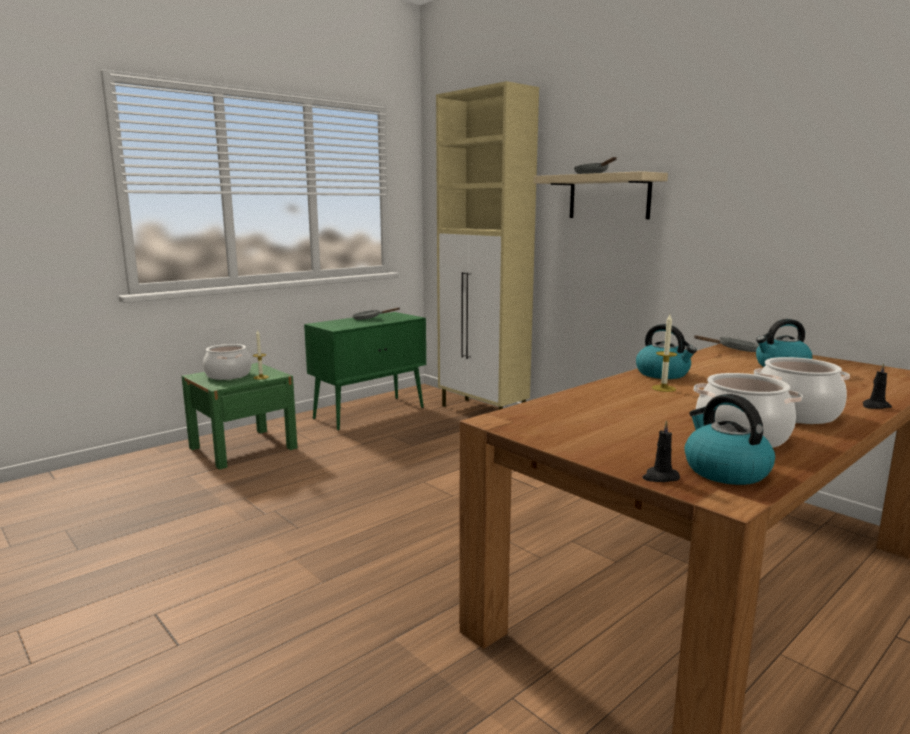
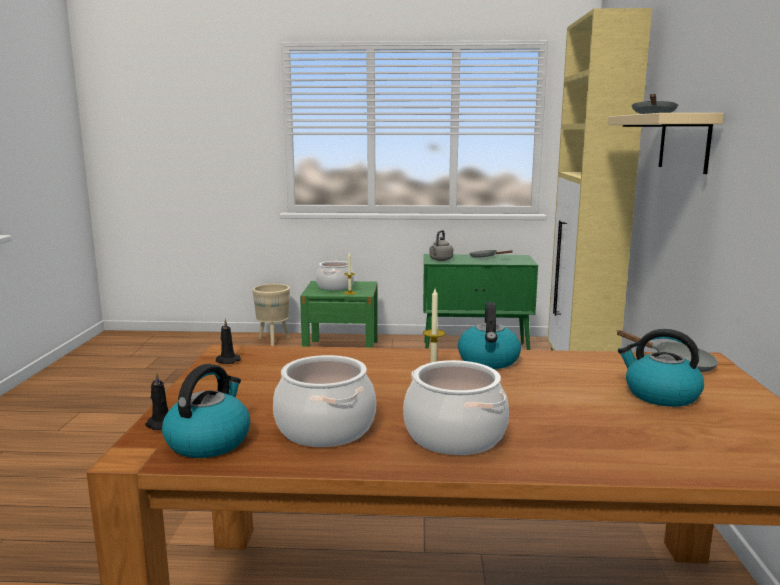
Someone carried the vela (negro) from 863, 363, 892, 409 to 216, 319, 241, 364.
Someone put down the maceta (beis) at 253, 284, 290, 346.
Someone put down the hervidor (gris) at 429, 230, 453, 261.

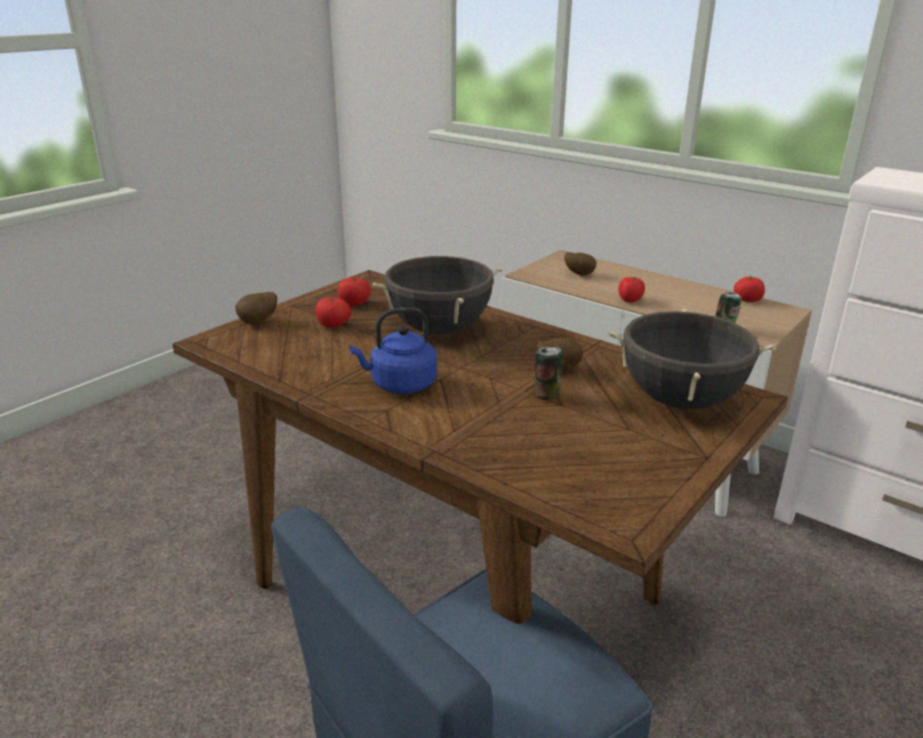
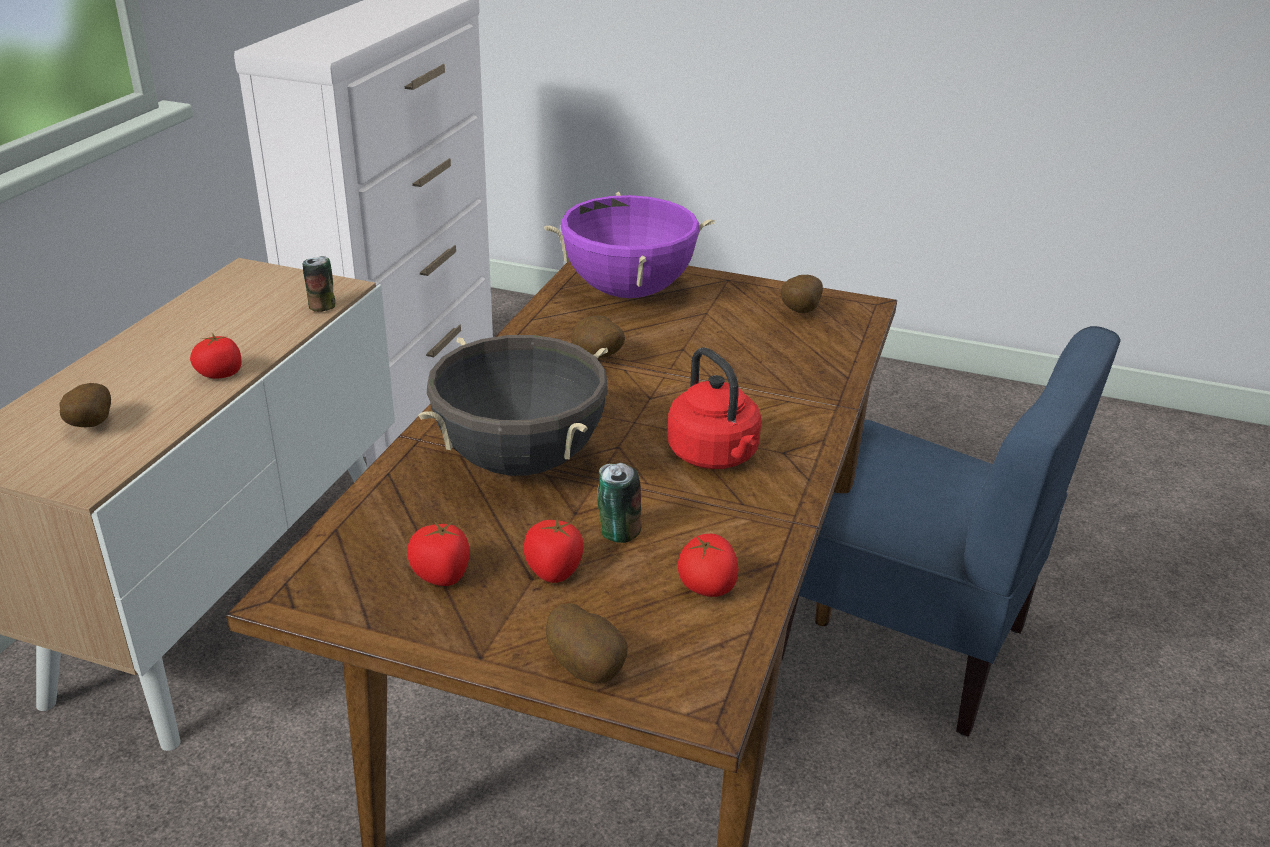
Someone repainted the hervidor (azul) at 349, 307, 437, 394, which became the hervidor (rojo) at 667, 347, 762, 469.
Someone carried the lata from 534, 347, 563, 400 to 597, 463, 642, 543.
Someone repainted the olla (negro) at 607, 308, 776, 410, which became the olla (morado) at 544, 192, 715, 298.
Someone carried the tomate from 734, 276, 765, 302 to 678, 534, 738, 597.
Someone put down the patata at 780, 275, 823, 313.

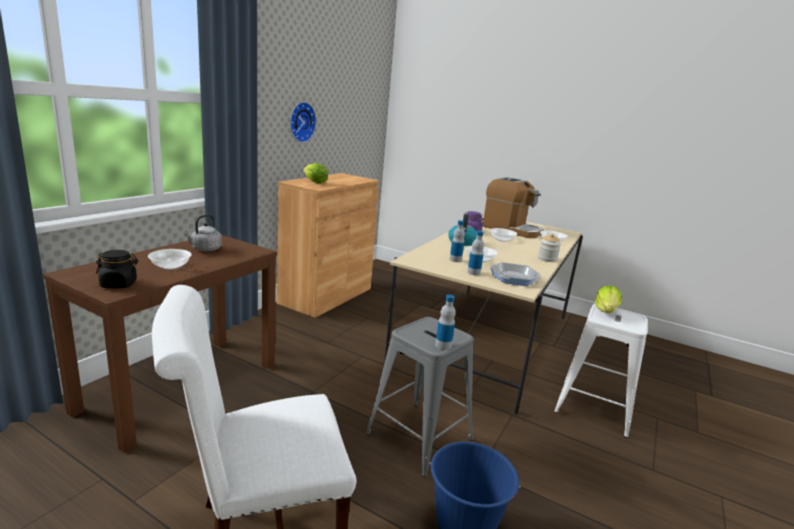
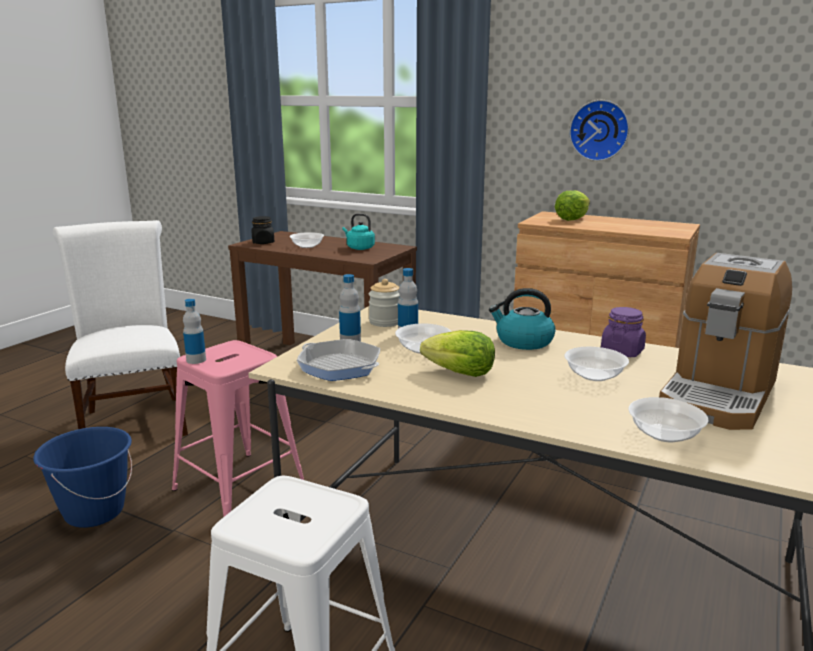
Someone repainted the hervidor (gris) at 185, 214, 222, 251, which became the hervidor (turquesa) at 342, 213, 375, 250.
Someone repainted the taburete (gris) at 366, 317, 474, 477, which became the taburete (rosa) at 172, 340, 304, 517.
Someone carried the tarro from 538, 234, 561, 262 to 369, 279, 400, 327.
Someone carried the lechuga from 595, 285, 622, 313 to 420, 330, 495, 377.

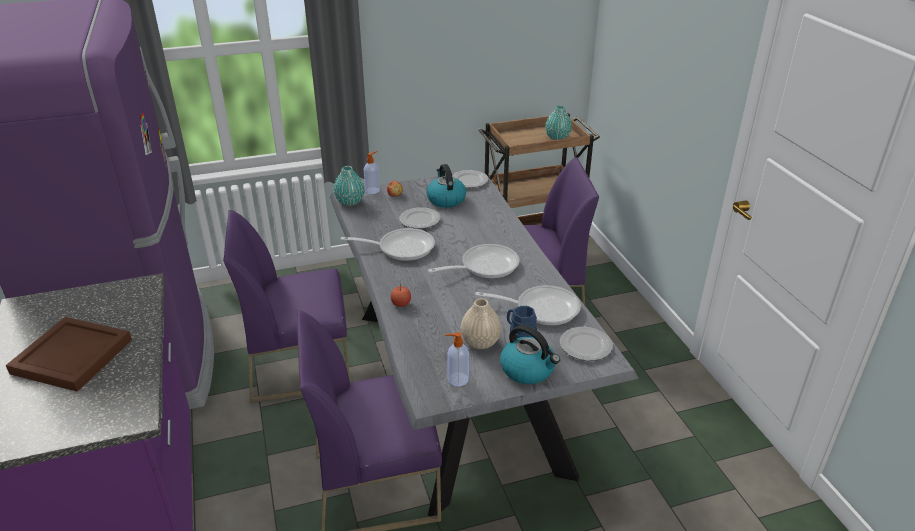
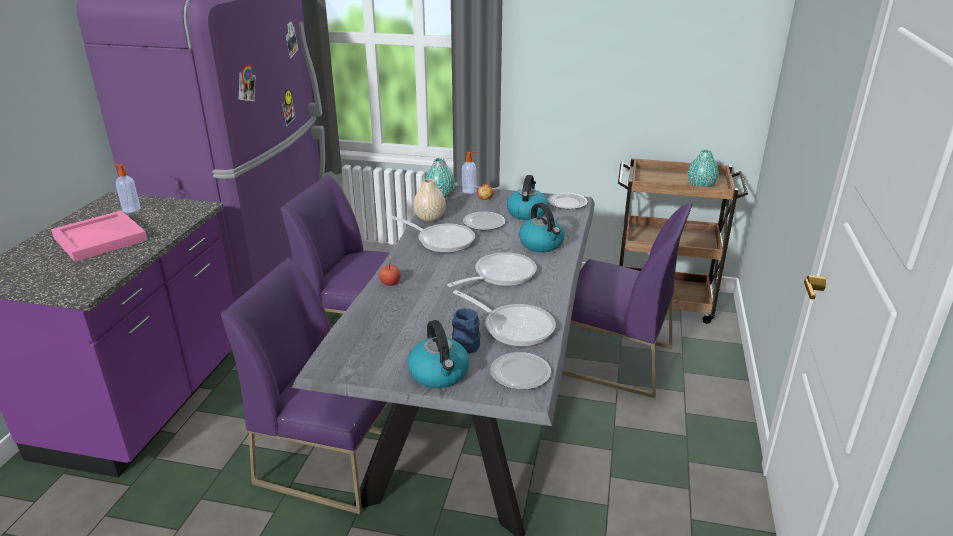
Someone repainted the bandeja (marrón) at 6, 317, 132, 392, which became the bandeja (rosa) at 51, 211, 148, 262.
Someone rotated the sartén at 428, 244, 520, 279 by 45 degrees counterclockwise.
Someone carried the dispensador de jabón from 445, 332, 469, 387 to 113, 163, 141, 213.
Someone carried the florero (beis) from 461, 298, 501, 349 to 413, 179, 446, 222.
Someone put down the hervidor at 519, 203, 565, 252.

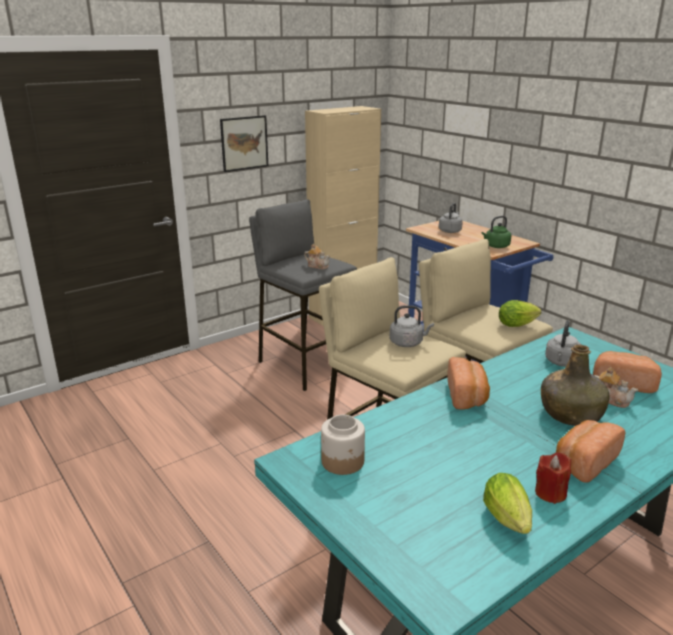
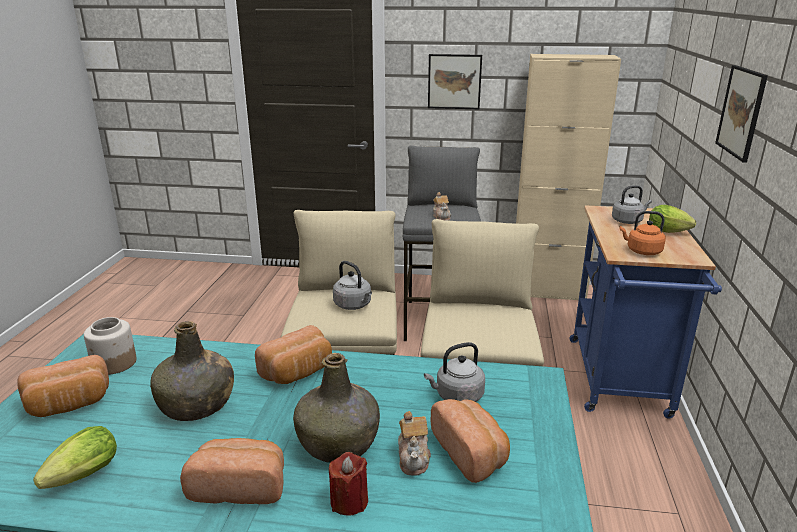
Someone repainted the hervidor (verde) at 482, 216, 511, 248, which became the hervidor (naranja) at 619, 211, 666, 255.
Someone carried the lechuga from 499, 300, 541, 327 to 649, 205, 696, 233.
Someone carried the vela (rojo) from 535, 452, 571, 504 to 329, 452, 368, 516.
Someone put down the pan at 17, 355, 109, 417.
Someone put down the botella (verde) at 150, 321, 234, 421.
Someone put up the cuadro at 715, 65, 768, 163.

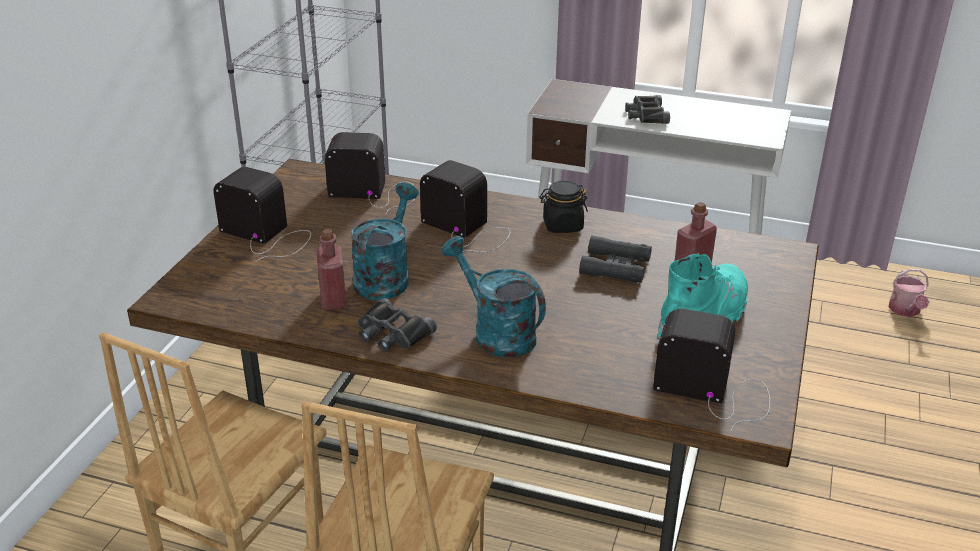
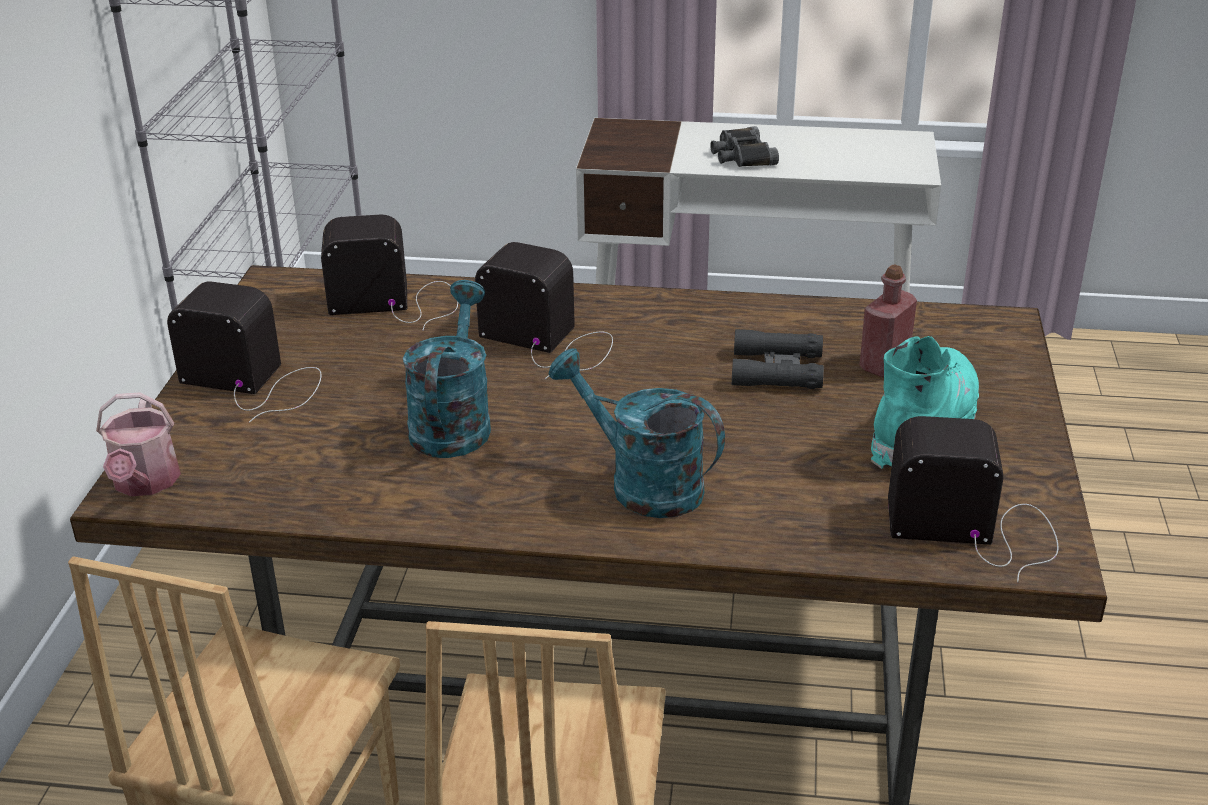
Someone took away the botella (rojo) at 316, 229, 346, 310.
Someone took away the prismáticos (negro) at 358, 298, 437, 352.
Someone took away the tarro (negro) at 539, 181, 588, 233.
Someone carried the regadera from 888, 269, 929, 316 to 96, 392, 181, 496.

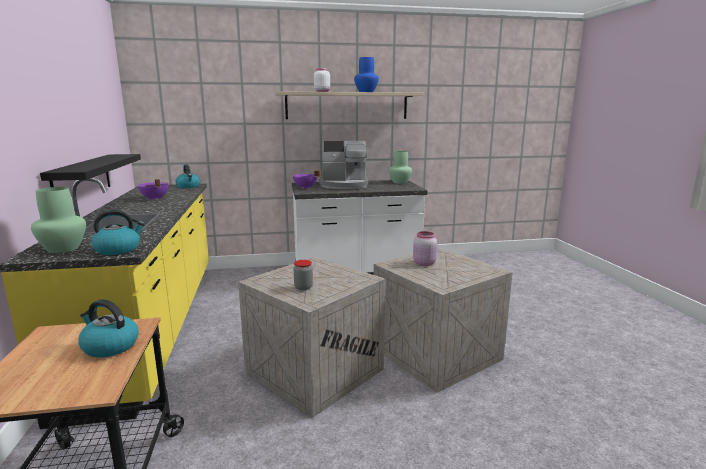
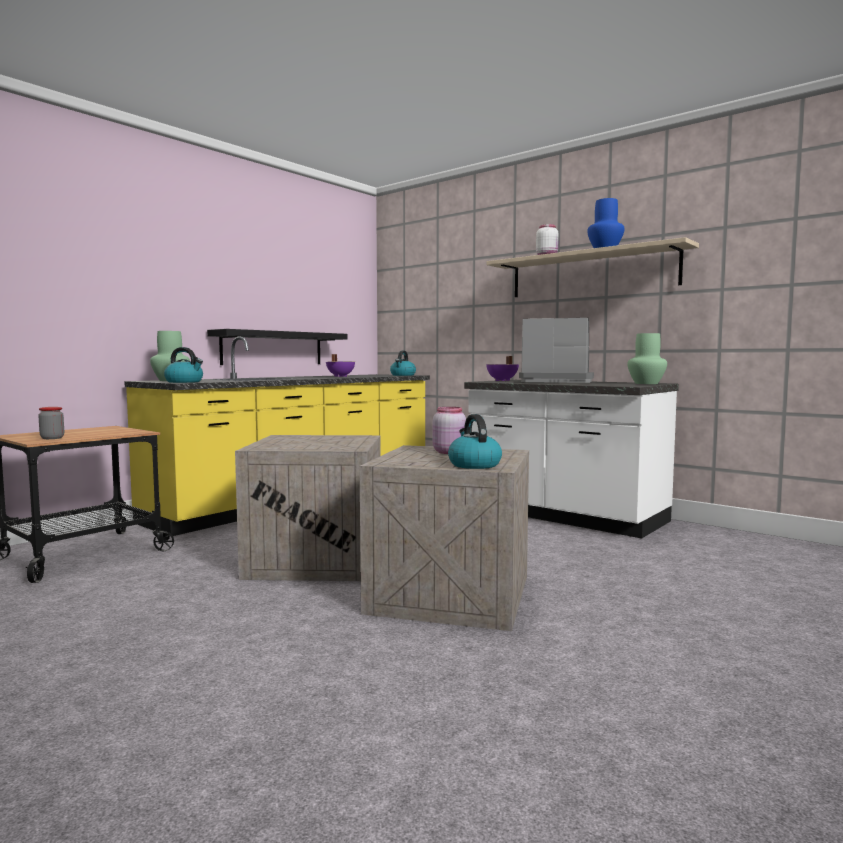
Someone carried the hervidor from 78, 299, 139, 358 to 448, 414, 502, 469.
Someone carried the tarro from 294, 260, 313, 290 to 38, 407, 64, 439.
Someone rotated the cafetera at 319, 141, 368, 189 by 150 degrees clockwise.

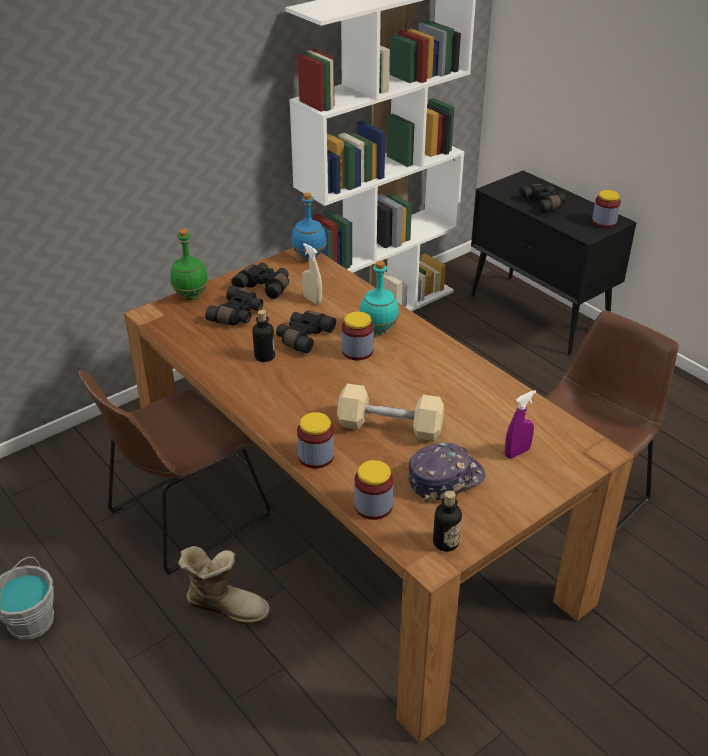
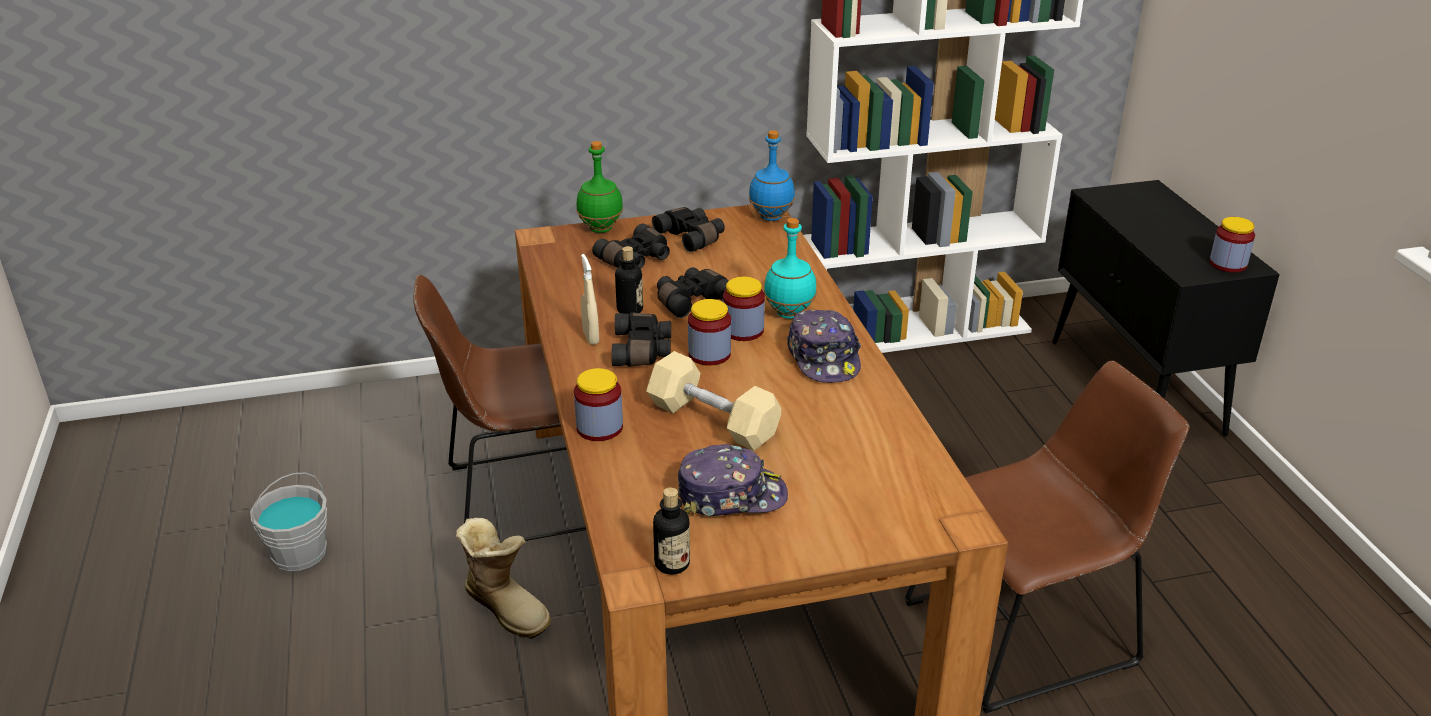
Someone carried the pulverizador (beis) from 302, 243, 322, 304 to 581, 254, 599, 345.
Someone carried the tarro from 354, 460, 394, 520 to 688, 299, 731, 366.
Someone took away the pulverizador (morado) at 505, 390, 536, 458.
Someone carried the prismáticos (negro) from 519, 184, 566, 213 to 612, 312, 671, 367.
Someone put down the gorra at 787, 310, 861, 383.

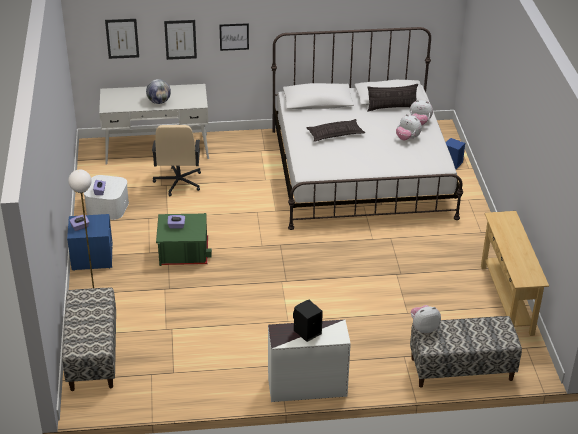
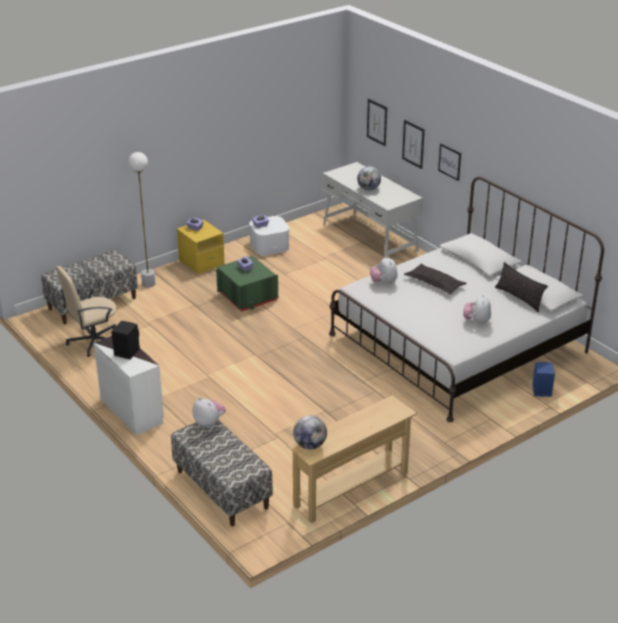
Someone repainted the mesita de noche (azul) at 67, 214, 113, 271, which became the mesita de noche (amarillo) at 177, 220, 225, 274.
Someone carried the silla de oficina (beis) from 152, 125, 201, 197 to 56, 266, 116, 357.
Someone carried the peluche from 410, 100, 433, 125 to 370, 256, 397, 285.
Someone put down the globo terráqueo at 293, 415, 327, 450.

